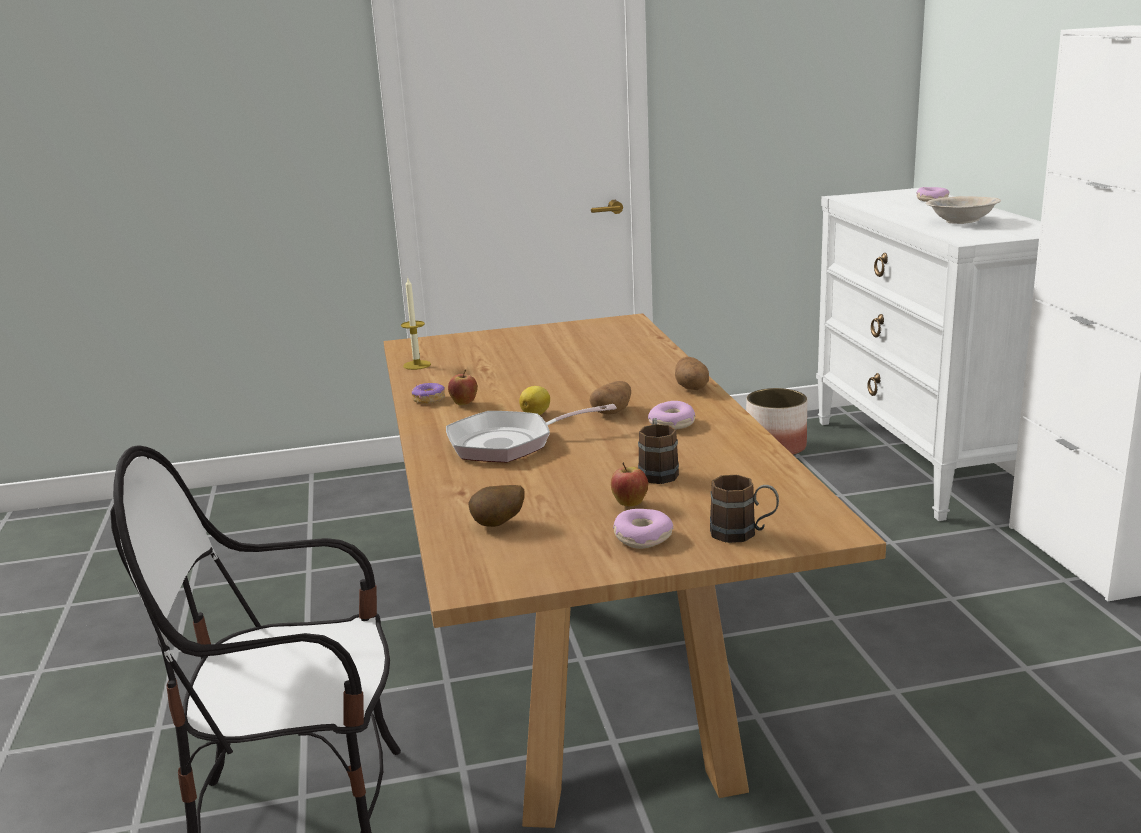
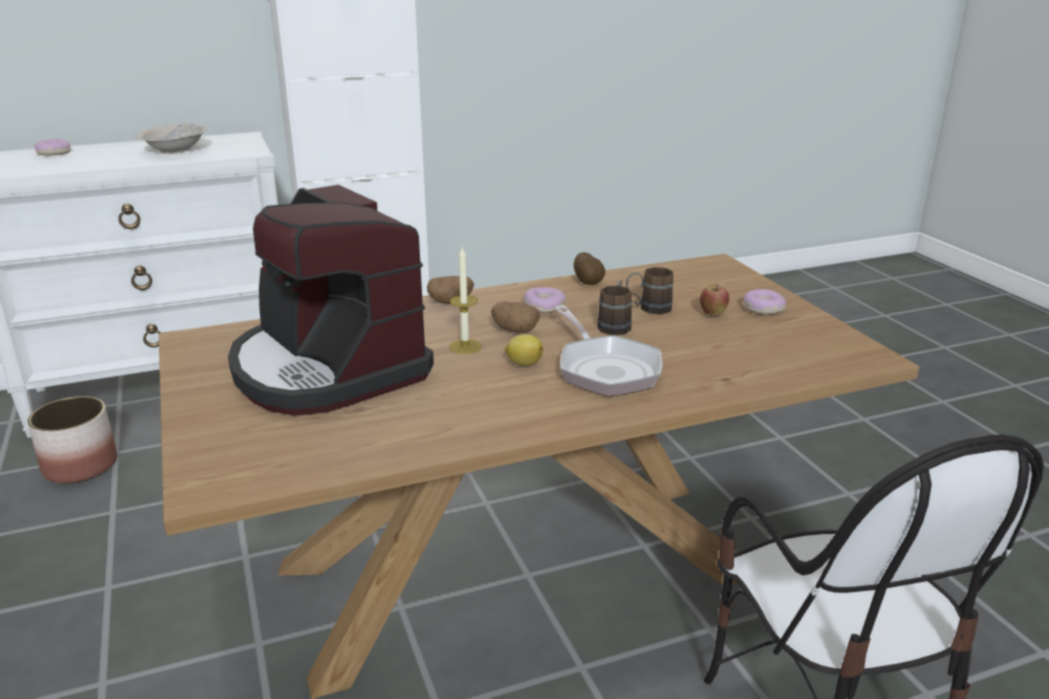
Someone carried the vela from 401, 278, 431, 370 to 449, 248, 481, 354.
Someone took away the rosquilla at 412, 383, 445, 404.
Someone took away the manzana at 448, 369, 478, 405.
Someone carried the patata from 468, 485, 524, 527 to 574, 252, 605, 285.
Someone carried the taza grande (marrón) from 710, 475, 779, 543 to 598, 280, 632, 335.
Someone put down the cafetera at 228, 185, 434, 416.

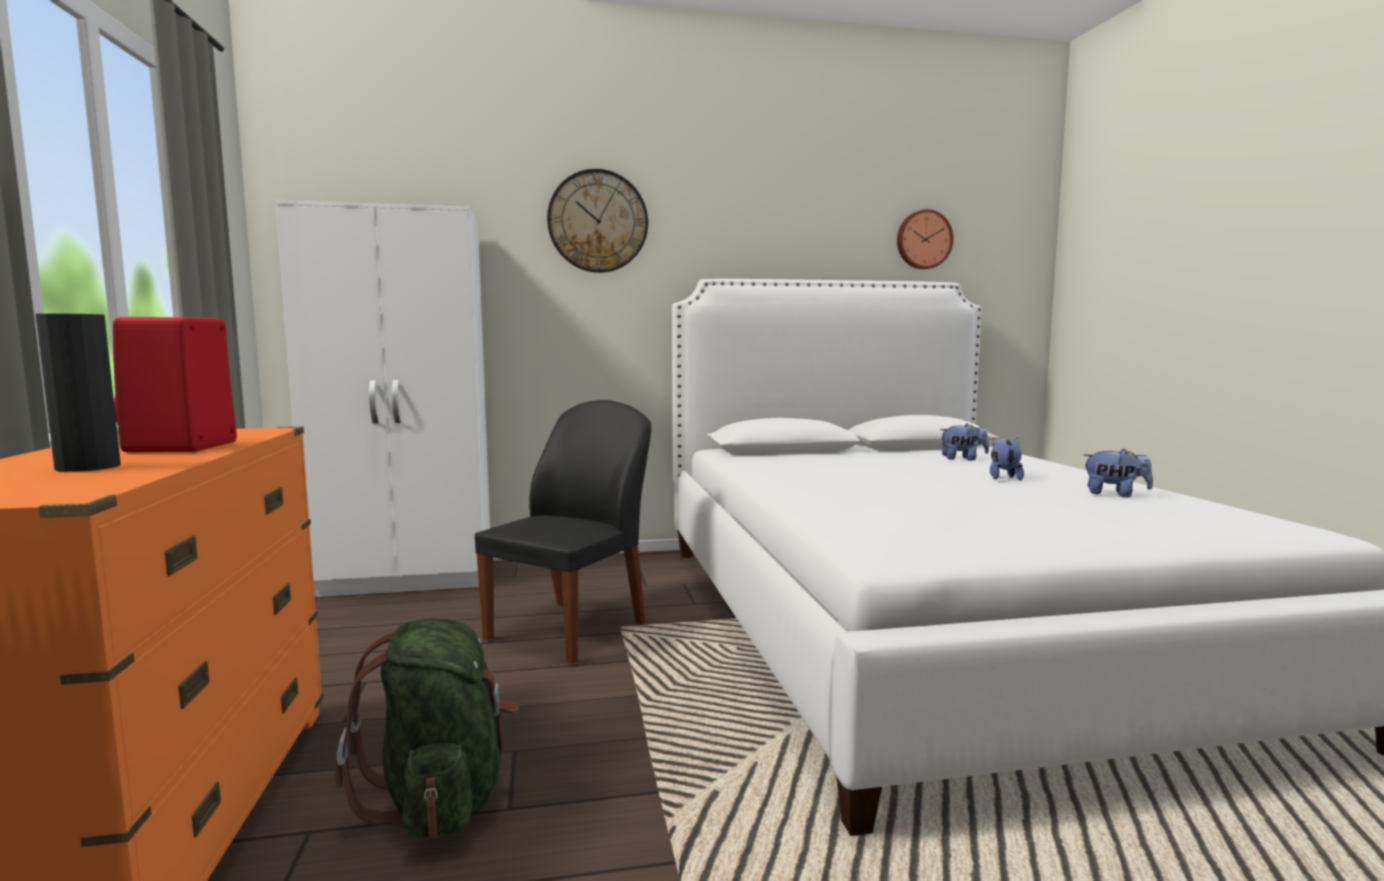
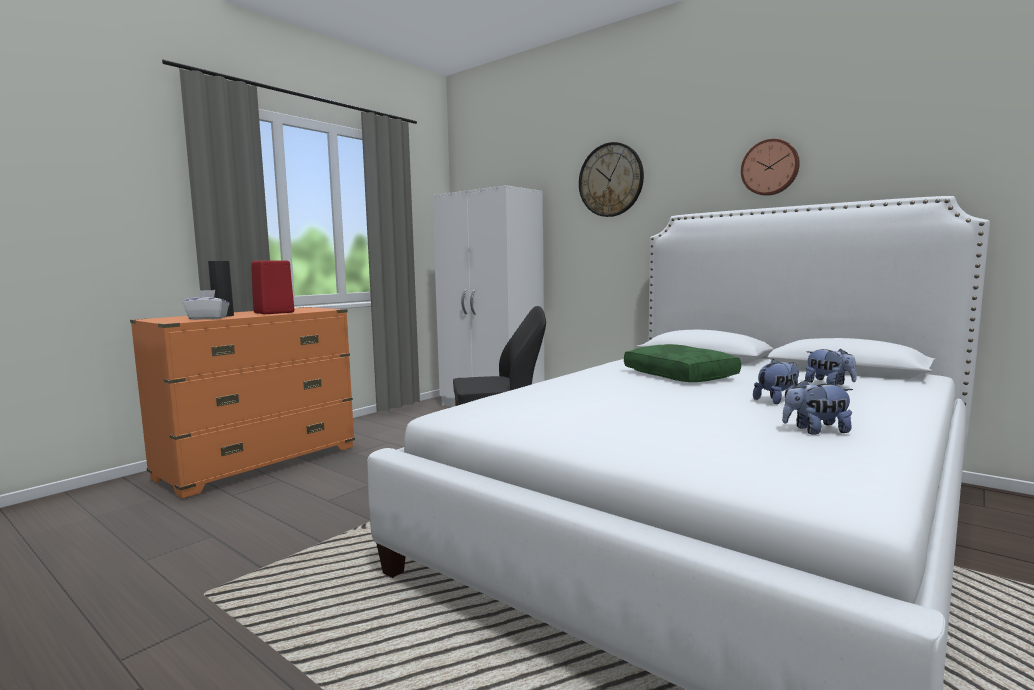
Someone took away the mochila (verde) at 335, 618, 518, 839.
Someone carried the reloj de pared from 897, 209, 954, 269 to 741, 139, 800, 196.
Someone rotated the peluche at 1083, 449, 1153, 497 by 105 degrees clockwise.
Someone put down the caja de pañuelos (blanco) at 182, 290, 229, 320.
Someone put down the cojín (verde) at 624, 344, 741, 382.

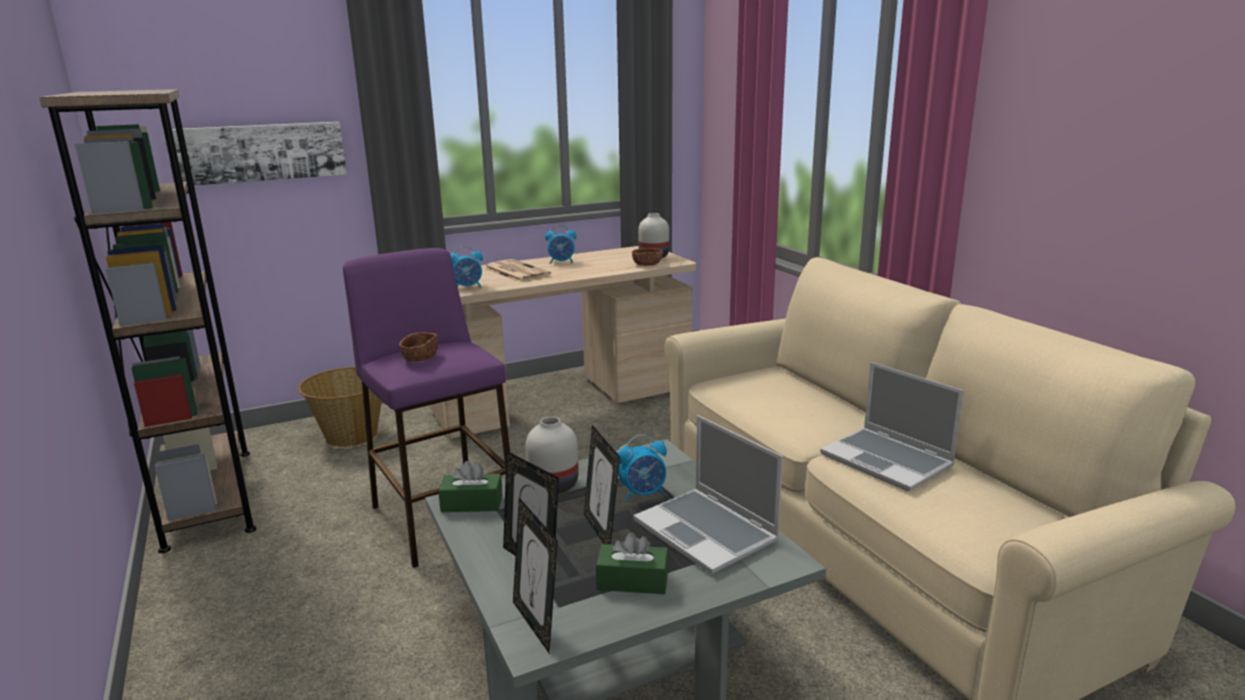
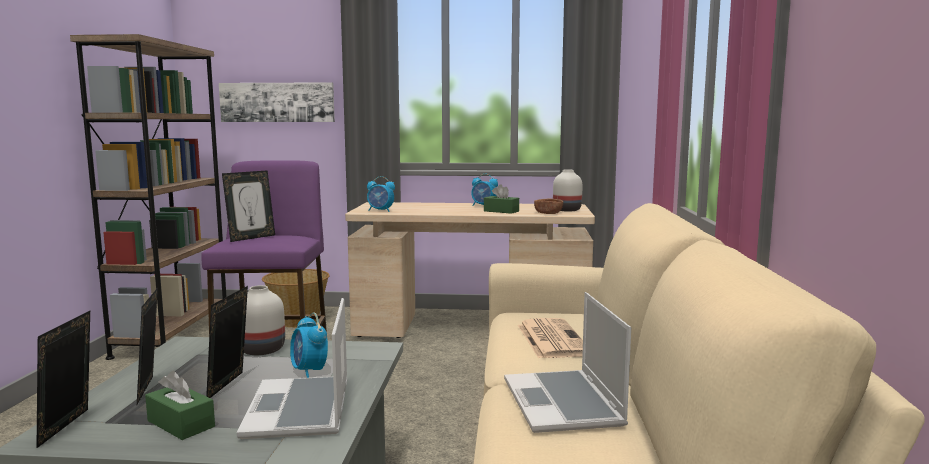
Someone swapped the cuenco (marrón) at 399, 332, 438, 362 for the portarretratos at 222, 170, 275, 242.
Someone carried the caja de pañuelos (verde) from 438, 461, 503, 512 to 484, 184, 519, 214.
Someone carried the periódico from 483, 259, 551, 282 to 518, 318, 583, 358.
Someone rotated the despertador at 617, 435, 667, 501 by 45 degrees clockwise.

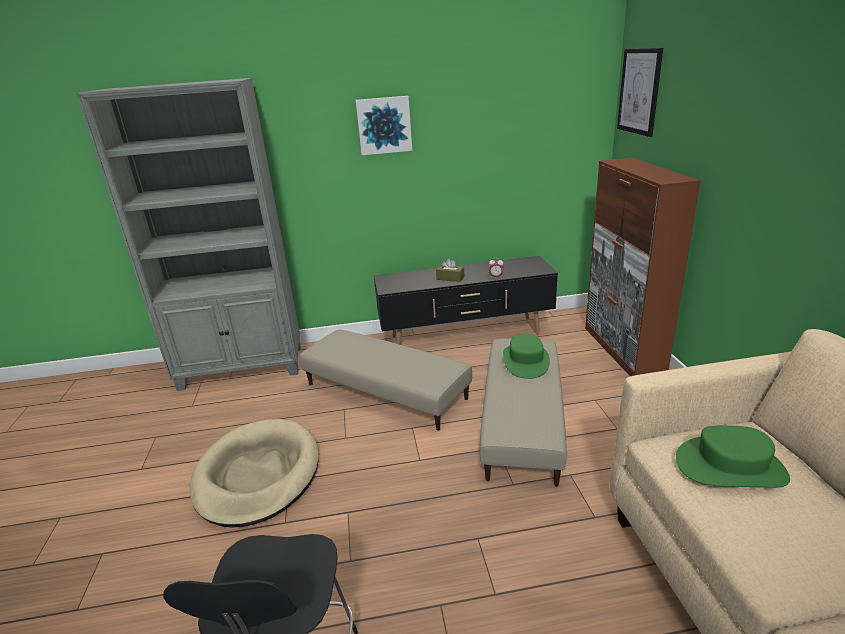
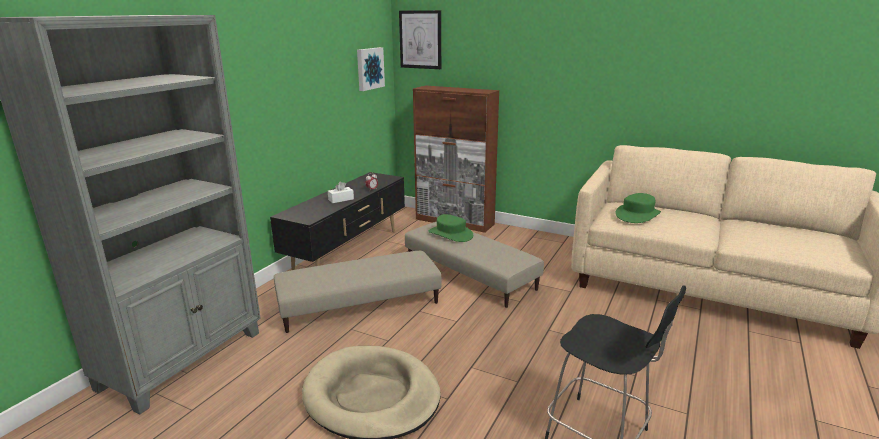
Someone carried the cuadro from 355, 96, 412, 155 to 357, 47, 385, 91.
Someone repainted the caja de pañuelos (marrón) at 436, 258, 464, 282, which became the caja de pañuelos (blanco) at 328, 181, 354, 203.

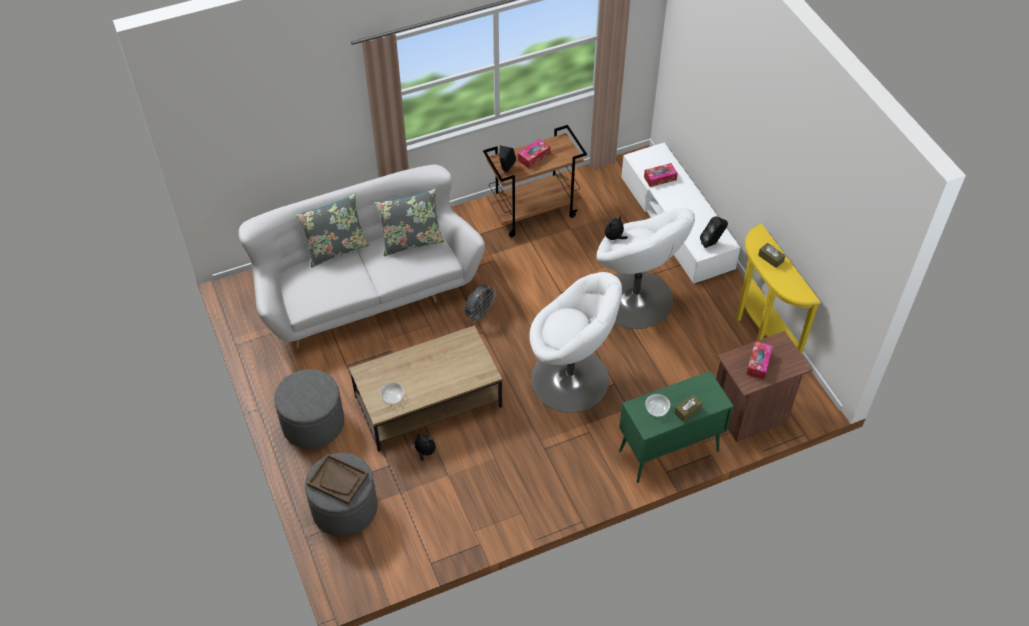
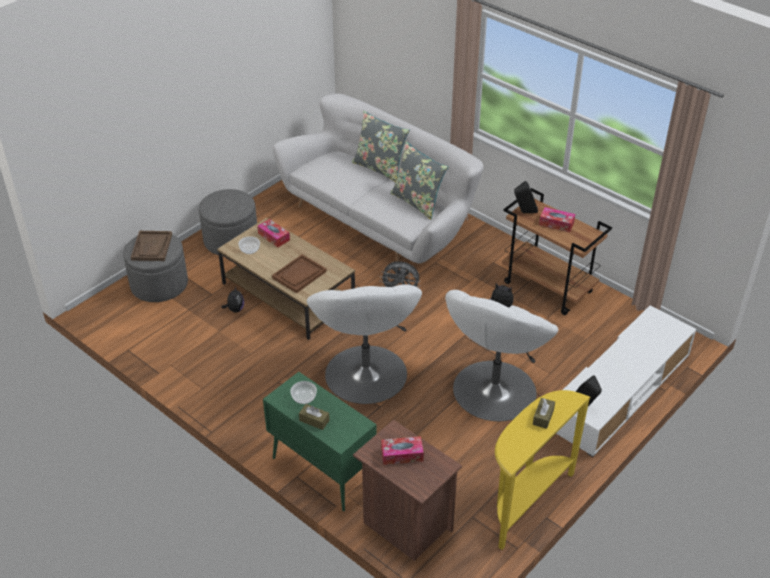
Someone carried the caja de pañuelos from 644, 163, 678, 187 to 257, 219, 290, 247.
Someone put down the bandeja (marrón) at 272, 254, 327, 293.

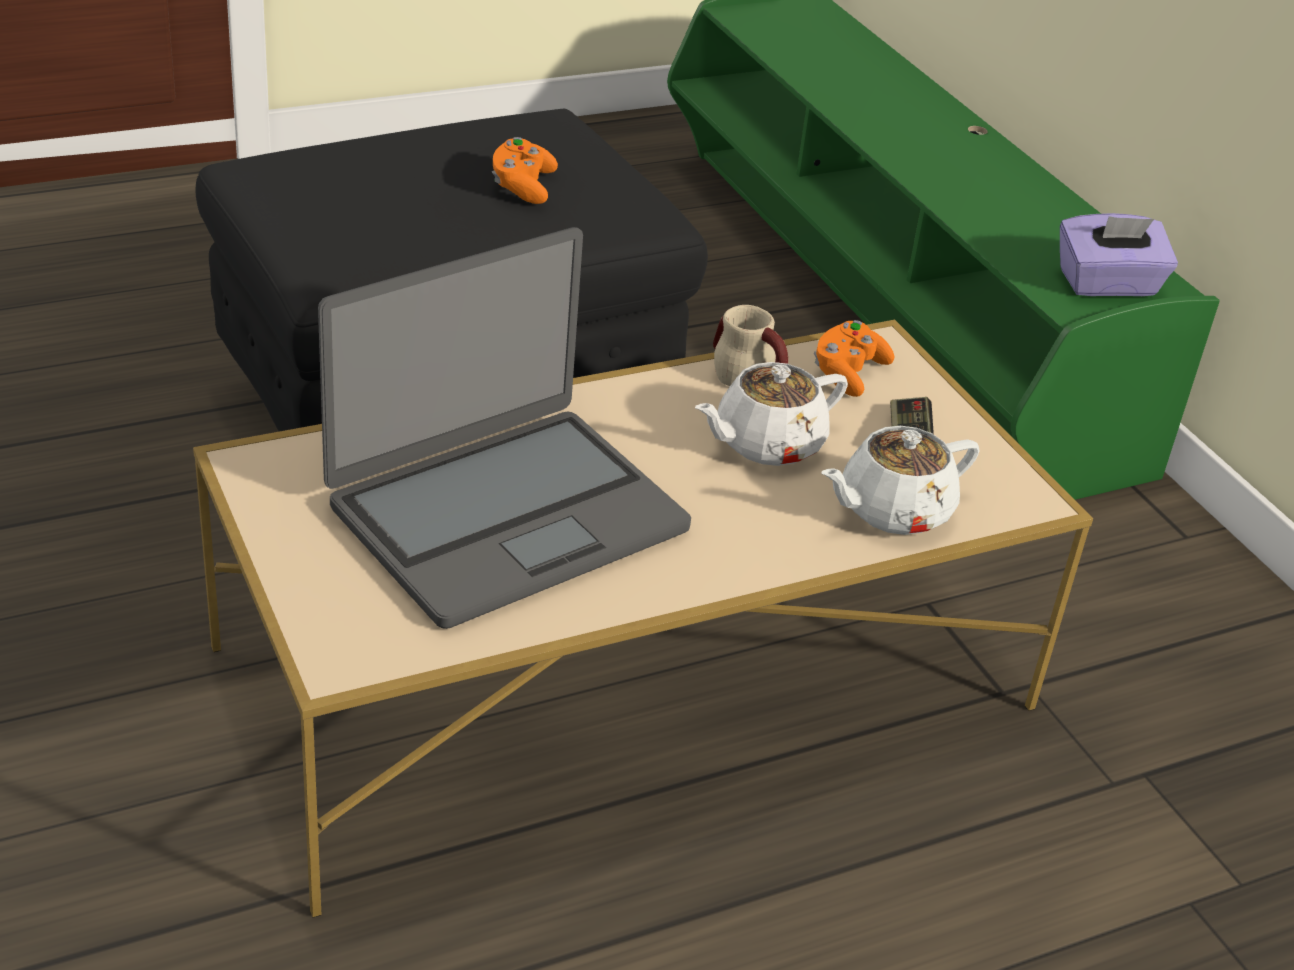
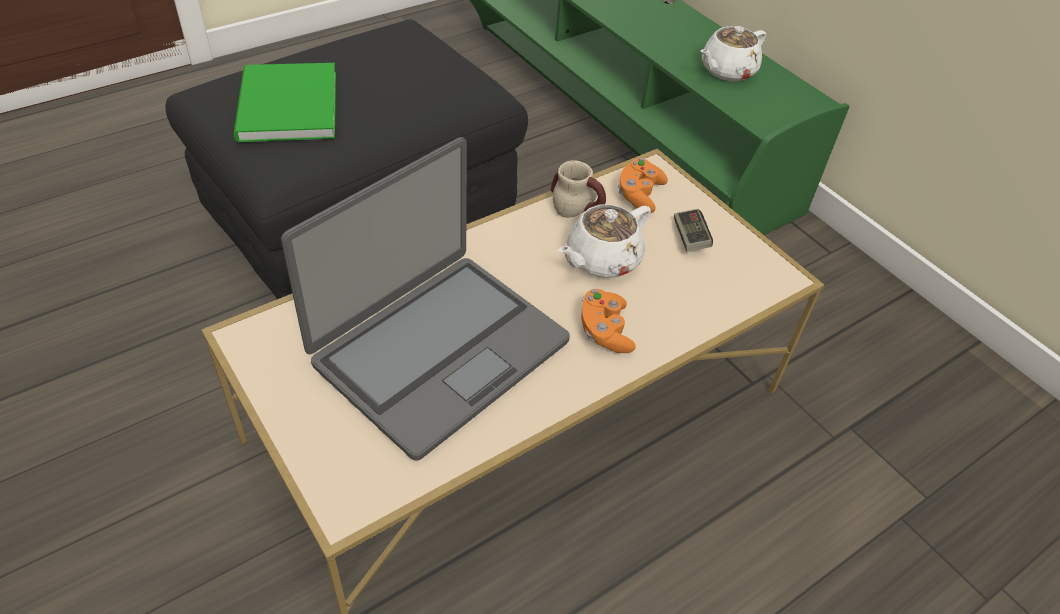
Someone carried the mando de consola (naranja) from 492, 137, 558, 204 to 581, 289, 636, 353.
Someone carried the tetera (blanco) from 821, 426, 980, 535 to 701, 26, 766, 81.
Someone took away the caja de pañuelos (morado) at 1060, 213, 1178, 296.
Someone put down the libro (verde) at 234, 63, 336, 142.

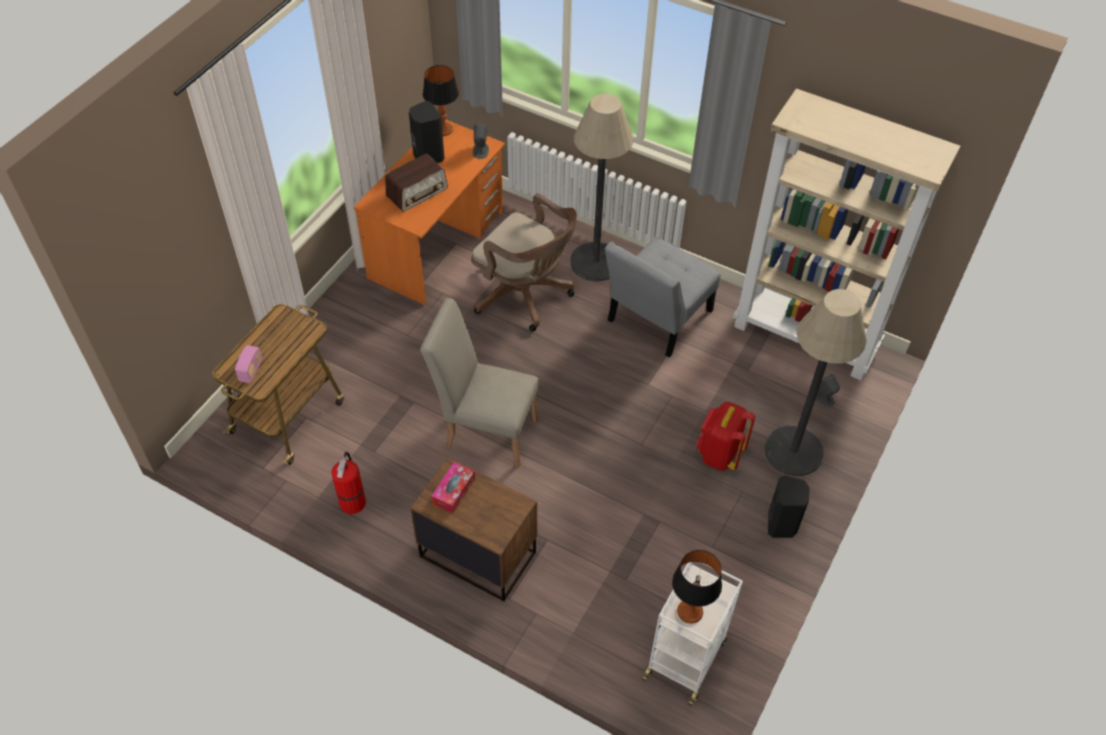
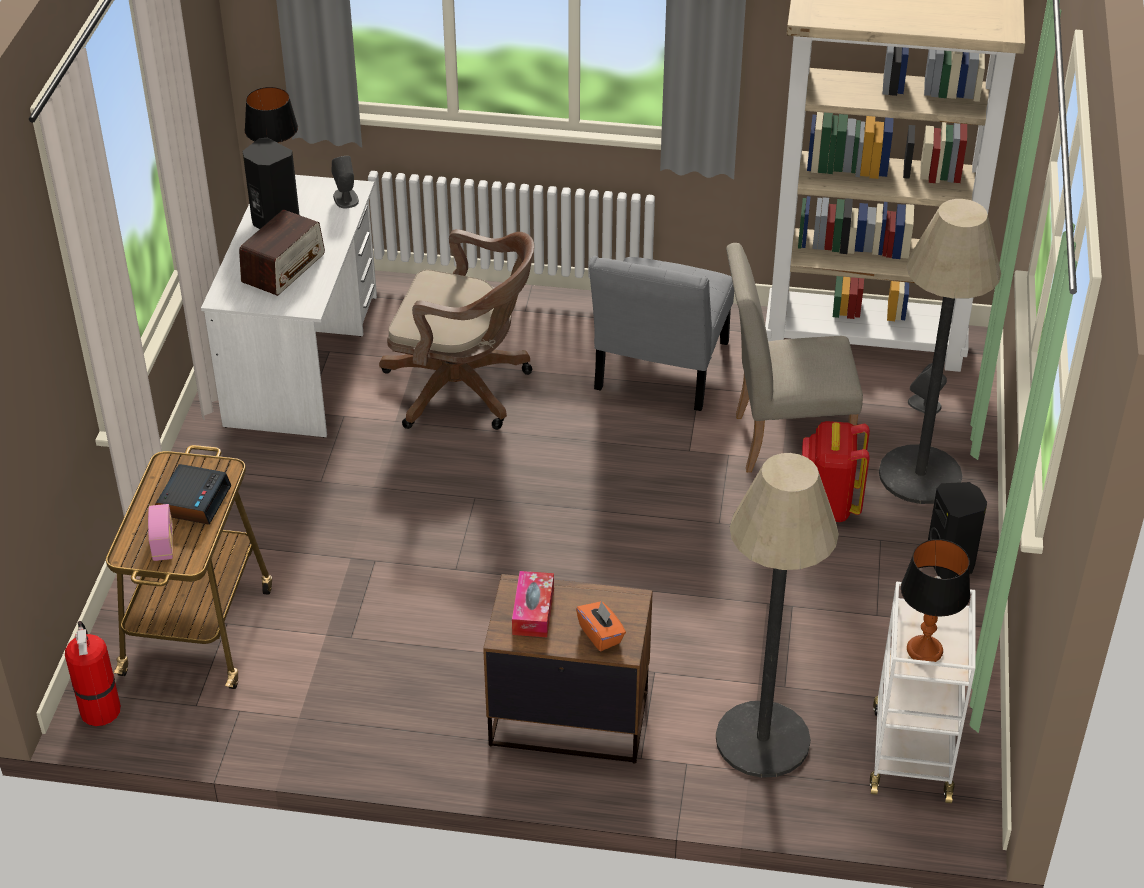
Someone carried the extintor from 332, 452, 366, 514 to 65, 621, 121, 726.
Someone repainted the escritorio (naranja) at 353, 119, 505, 305, which became the escritorio (blanco) at 201, 175, 377, 438.
Someone carried the silla (beis) from 420, 298, 539, 468 to 726, 243, 863, 472.
Someone carried the lámpara de pie from 570, 93, 633, 281 to 716, 453, 839, 778.
Someone put down the despertador at 155, 464, 231, 525.
Someone put down the caja de pañuelos (naranja) at 576, 600, 626, 651.

